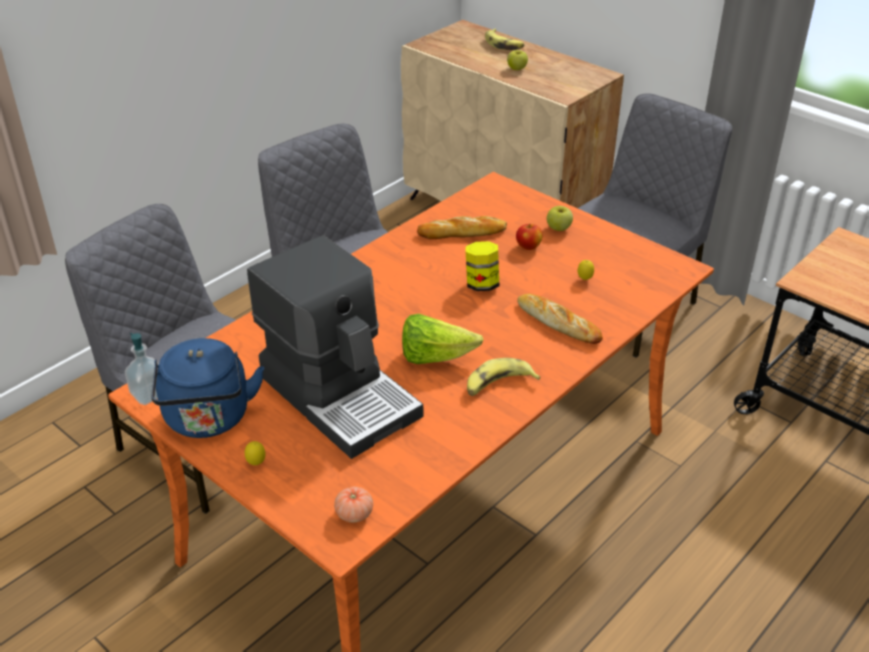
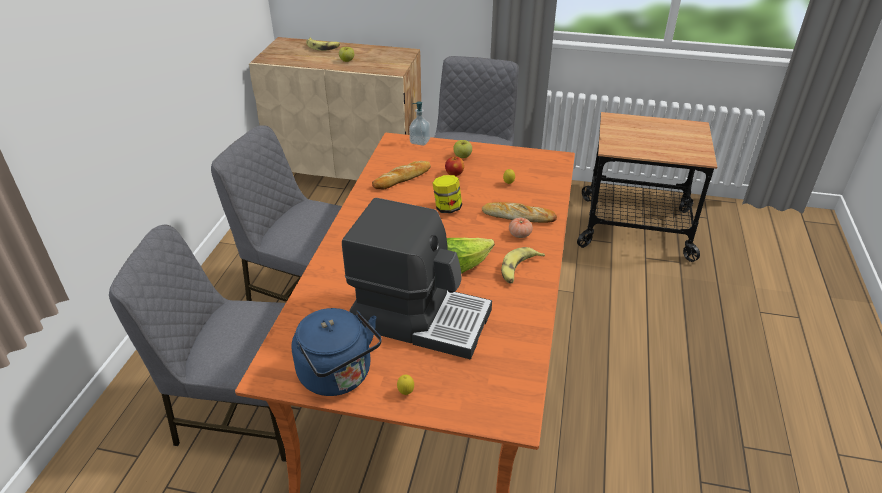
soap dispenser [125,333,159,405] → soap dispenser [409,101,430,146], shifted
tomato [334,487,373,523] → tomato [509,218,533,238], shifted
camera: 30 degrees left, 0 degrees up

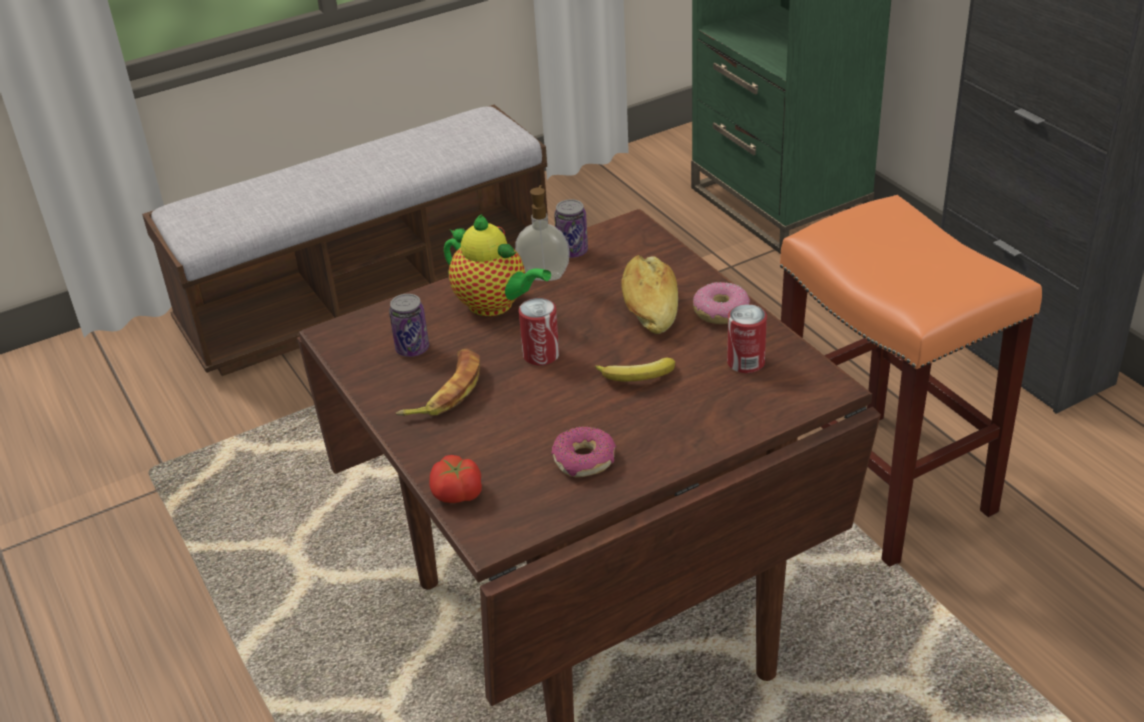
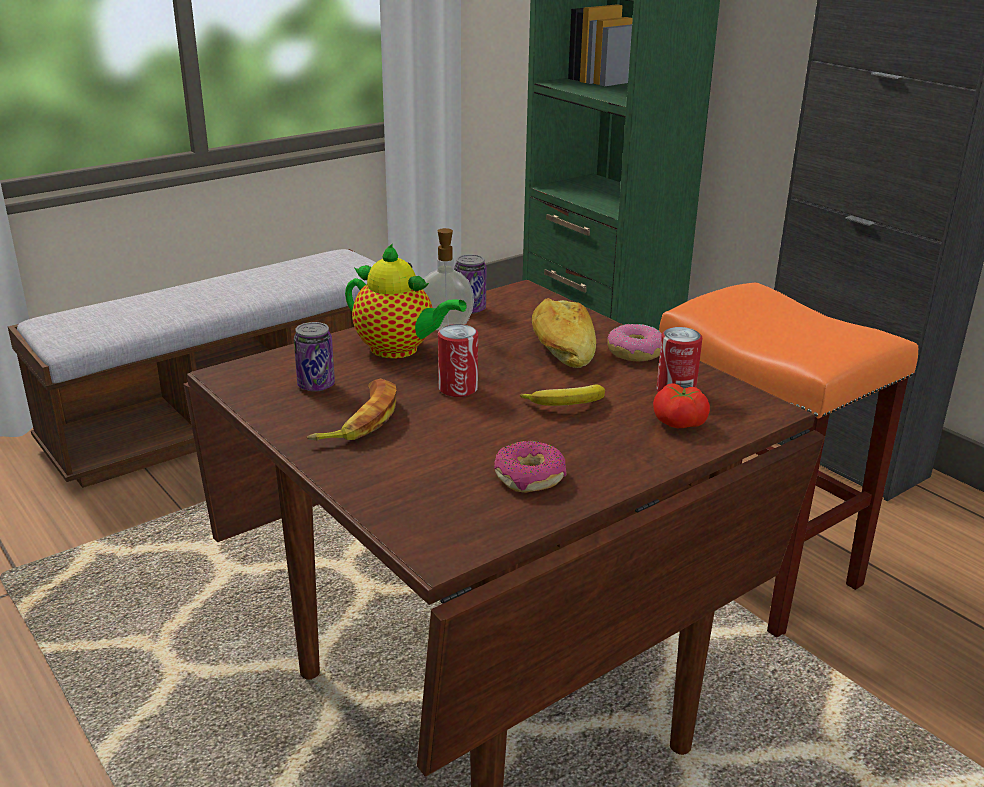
tomato [430,455,482,503] → tomato [653,383,710,428], shifted
camera: 10 degrees left, 10 degrees down

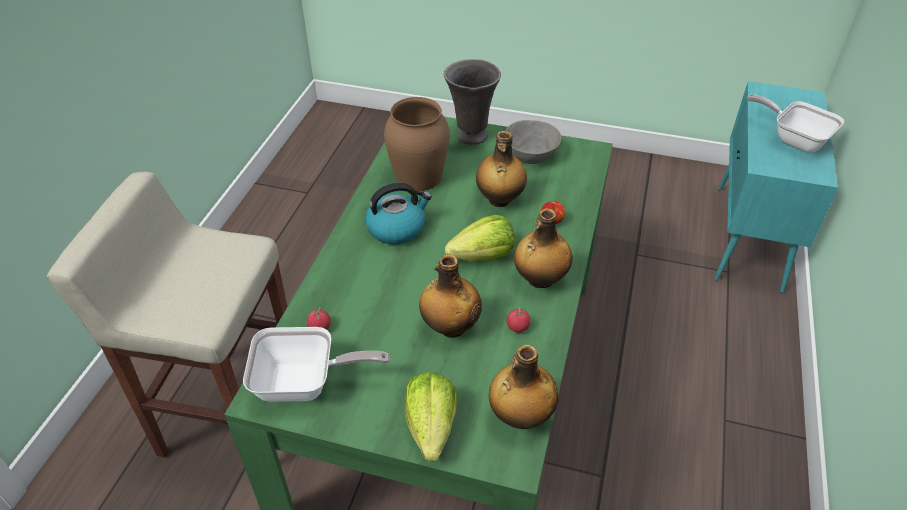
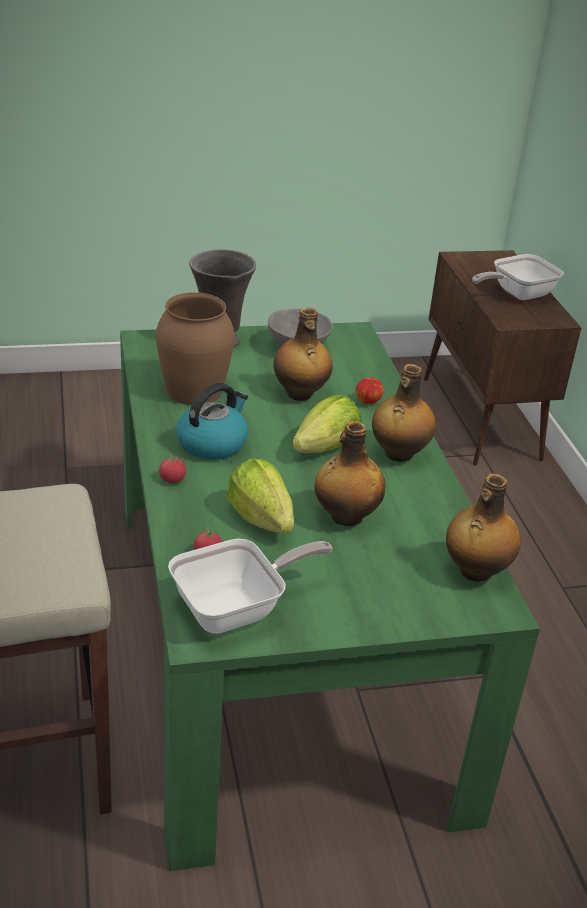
lettuce [405,372,457,461] → lettuce [226,458,294,533], shifted
tomato [507,305,531,332] → tomato [159,453,186,483], shifted
cabinet (turquoise) [714,82,838,293] → cabinet (brown) [424,250,581,465]
frying pan [747,94,844,152] → frying pan [472,254,564,300], 45 degrees counterclockwise
camera: 30 degrees left, 10 degrees down

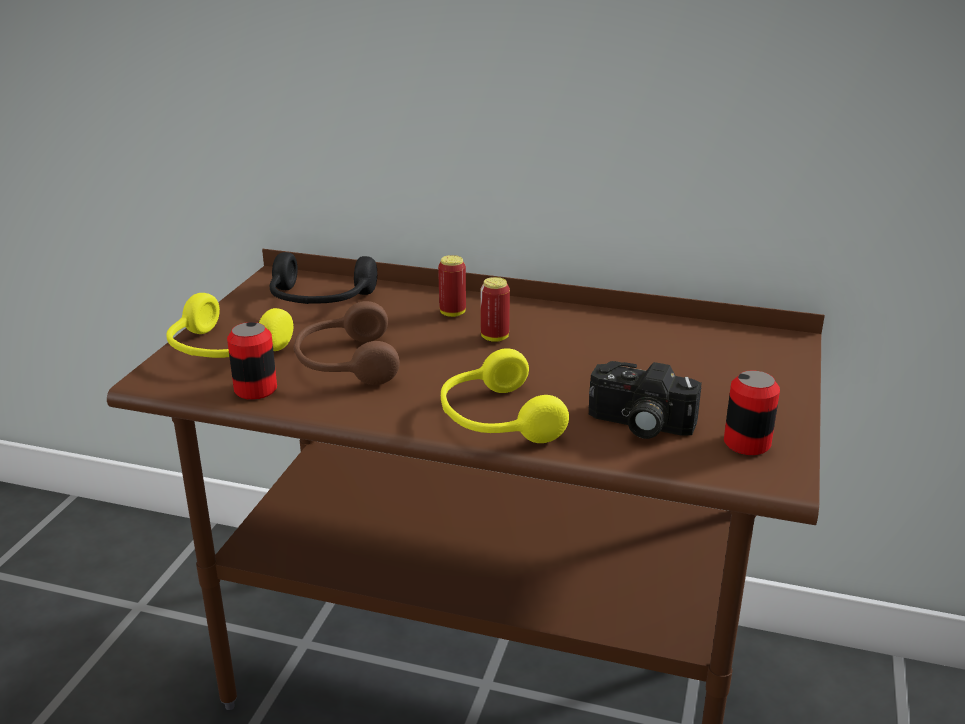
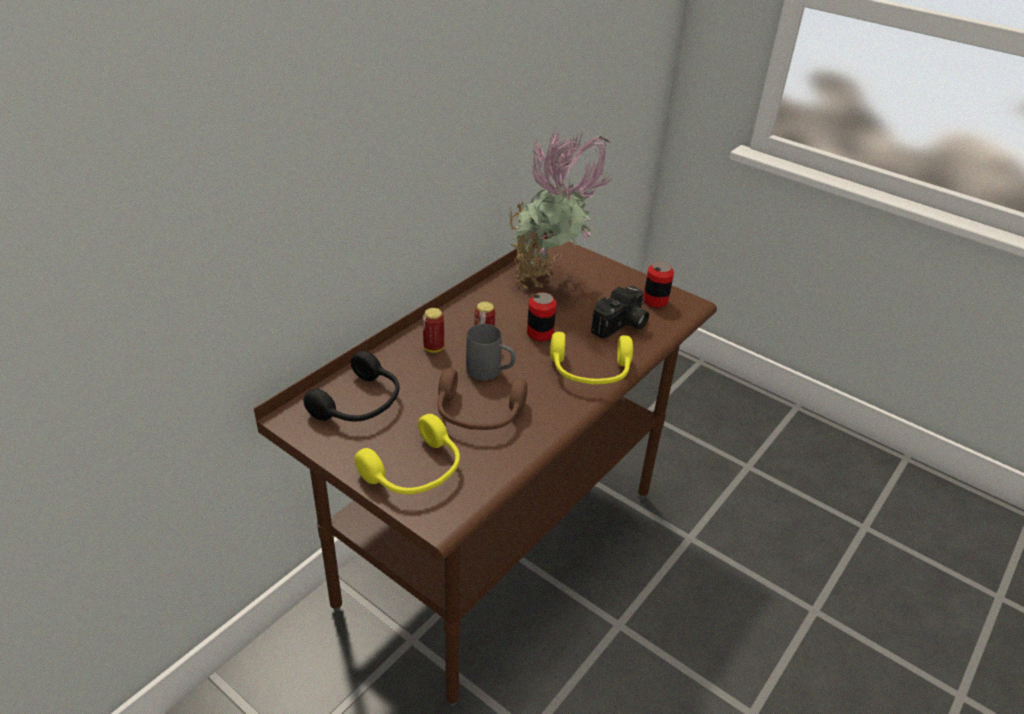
can [227,322,277,400] → can [527,292,557,341], shifted
- → mug (grey) [466,324,516,381]
- → potted plant [507,129,616,289]
camera: 70 degrees left, 10 degrees up

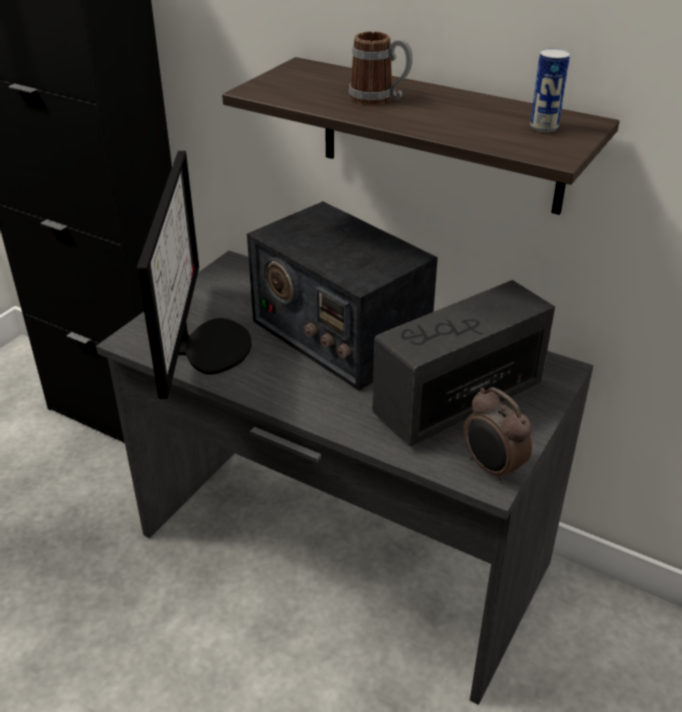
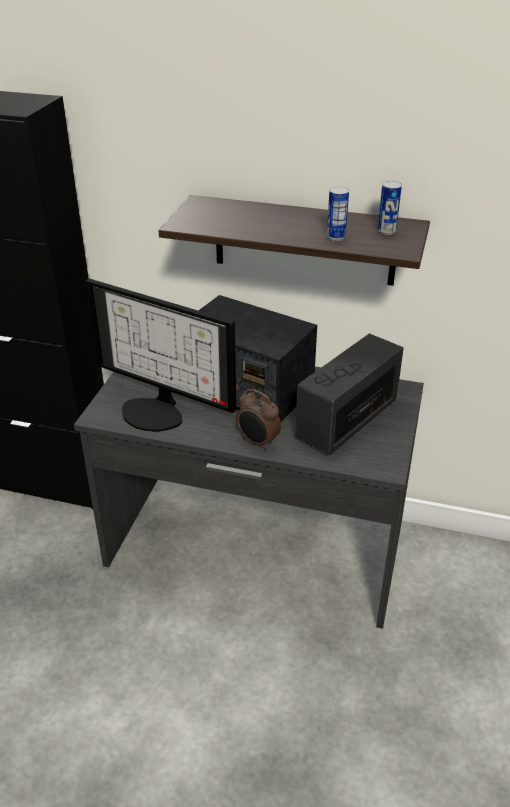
monitor [137,151,252,399] → monitor [85,279,236,432], 135 degrees clockwise
mug [349,31,413,105] → -
alarm clock [463,387,532,484] → alarm clock [236,389,281,450], shifted
- → can [327,186,349,241]
camera: 15 degrees left, 0 degrees up

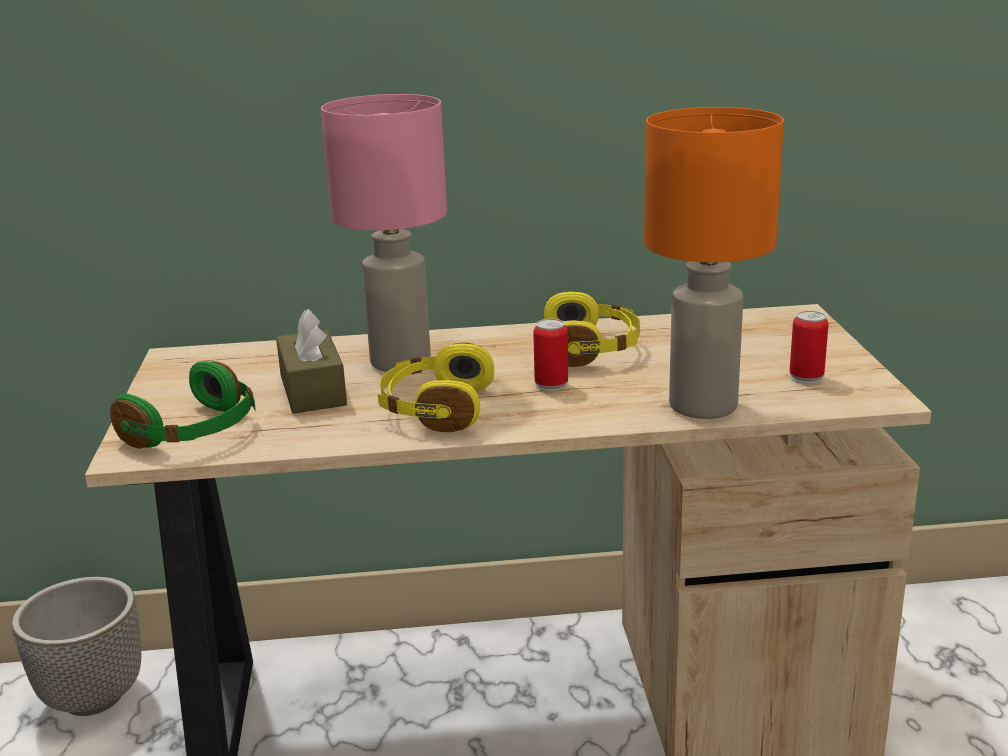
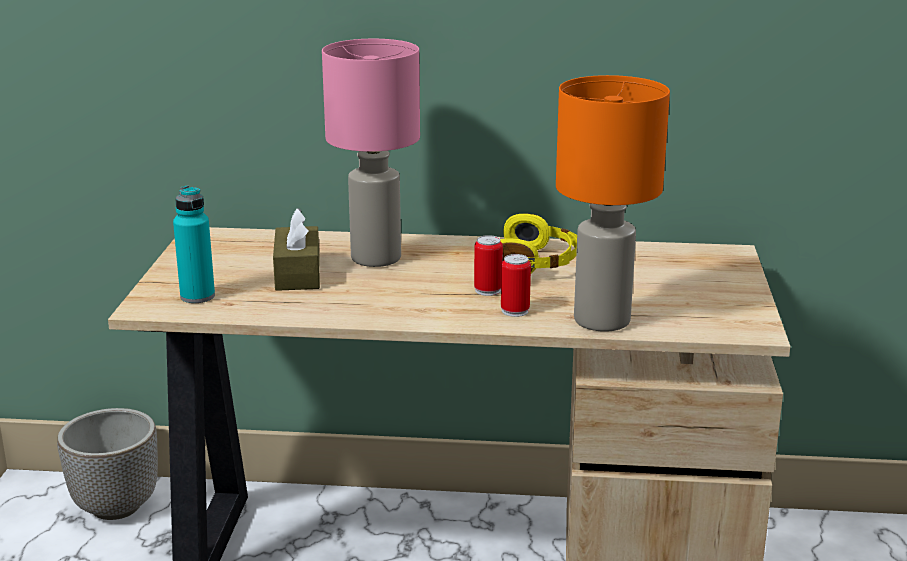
headphones (green) [110,361,256,448] → bottle (turquoise) [173,186,215,303]
headphones (yellow) [378,343,494,432] → -
can [790,311,829,384] → can [501,254,531,317], shifted
camera: 10 degrees right, 0 degrees up

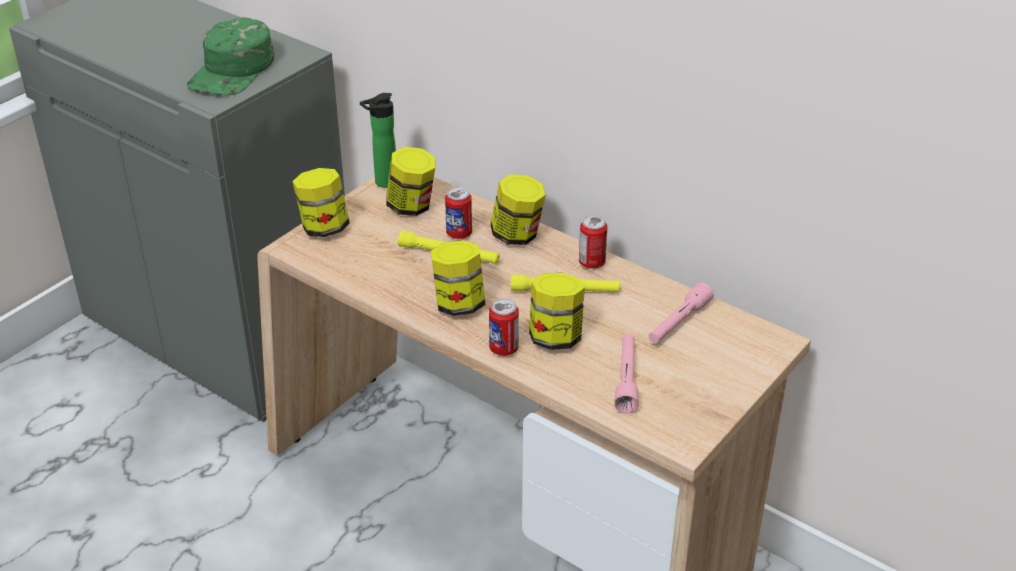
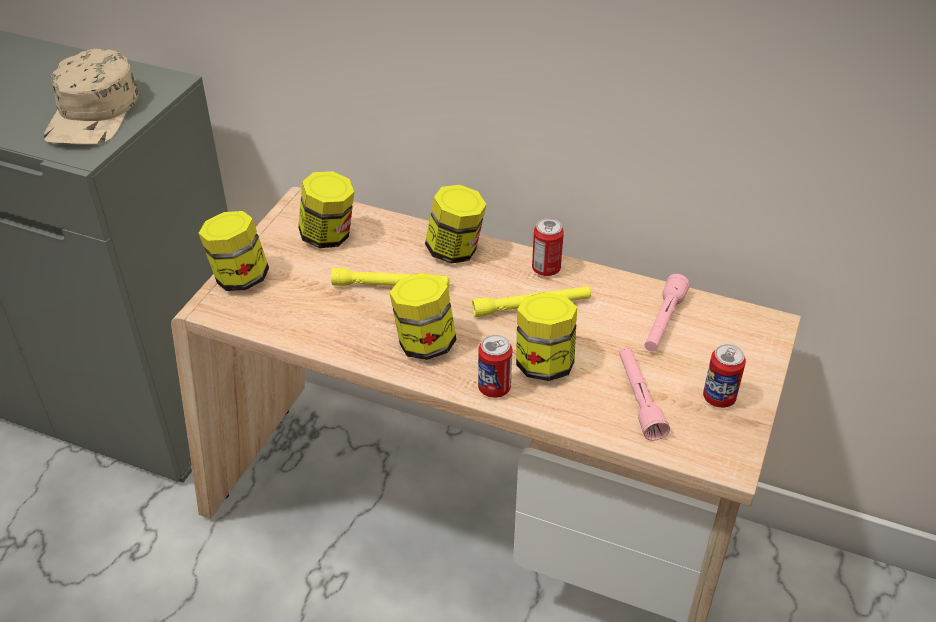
cap (green) [187,17,274,96] → cap (beige) [44,49,138,145]
bottle [360,93,396,188] → -
can [445,187,472,239] → can [703,344,746,408], shifted
camera: 15 degrees left, 5 degrees up

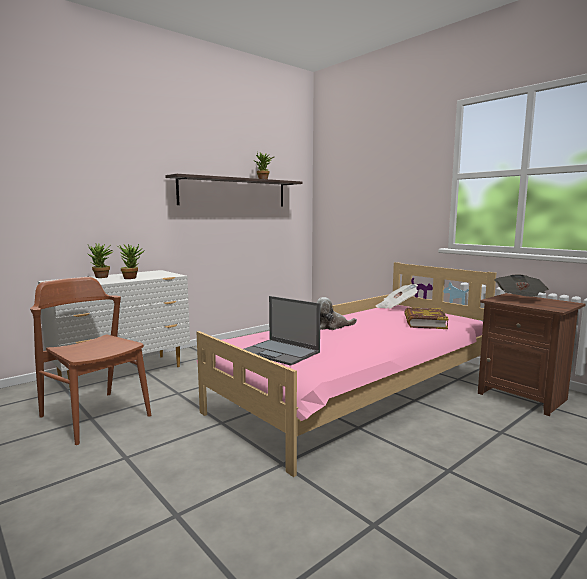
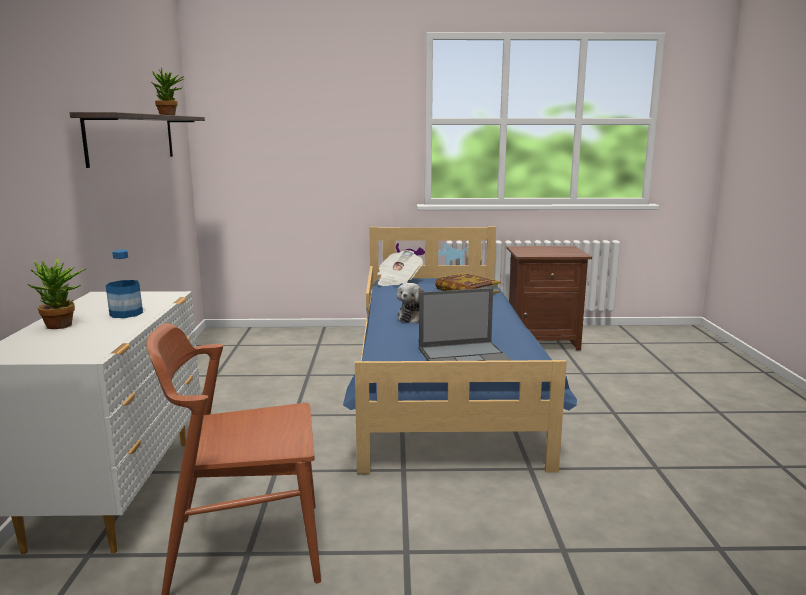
potted plant [120,244,145,279] → bottle [106,250,143,318]
bed (pink) [196,262,496,477] → bed (blue) [343,227,577,474]
newspaper [494,275,549,297] → -
camera: 50 degrees left, 5 degrees up

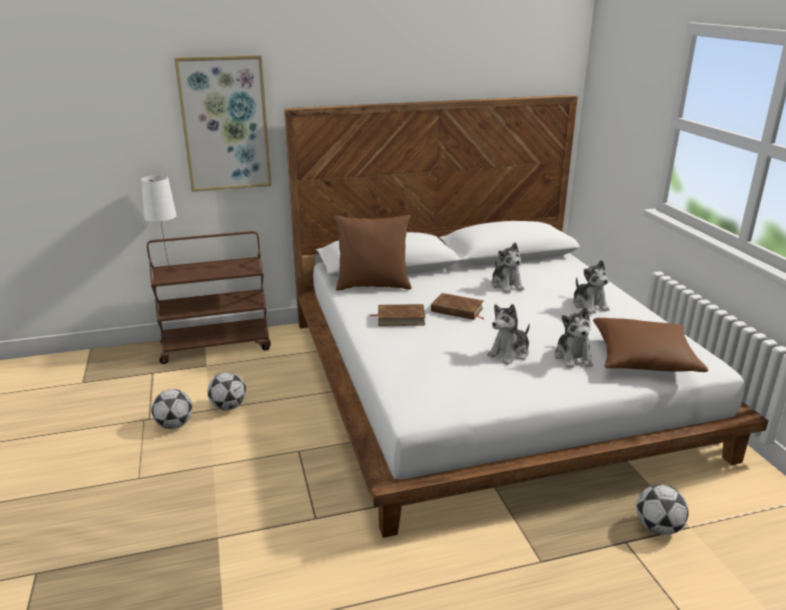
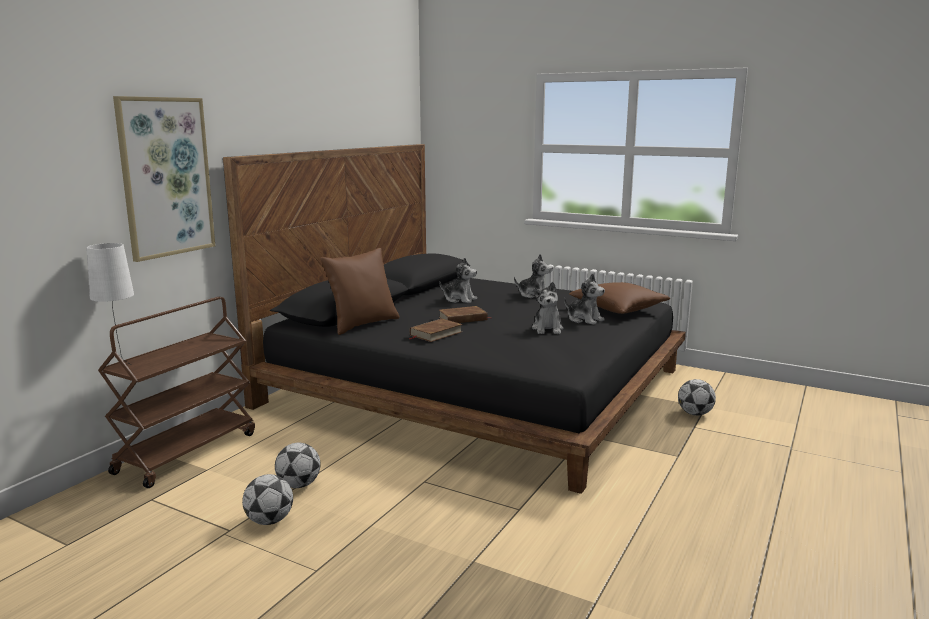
bed (white) [284,95,768,538] → bed (black) [223,144,686,494]
camera: 45 degrees left, 10 degrees down

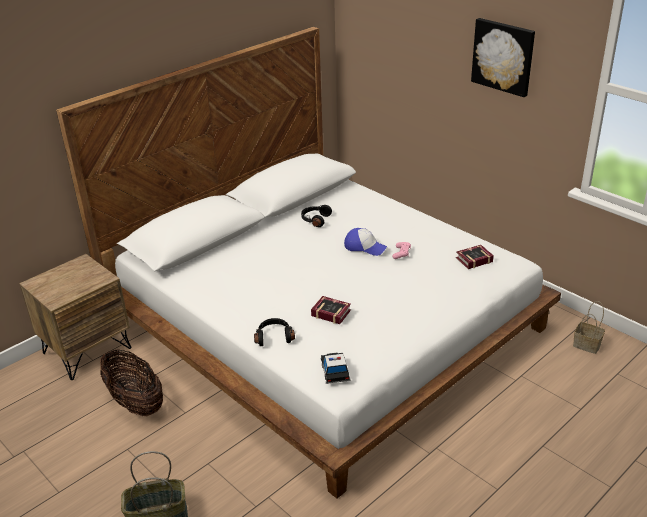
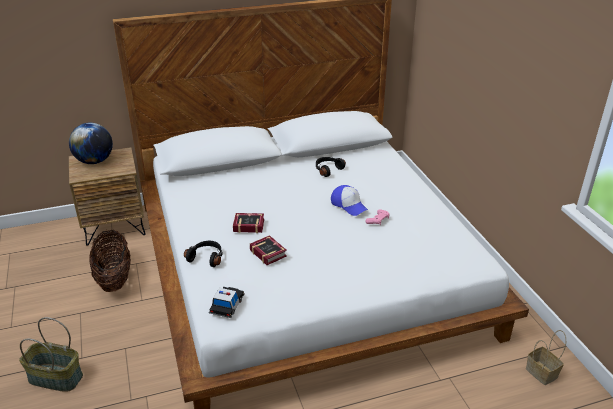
book [456,245,494,269] → book [233,213,264,233], shifted
picture [471,18,535,97] → -
- → globe [69,123,113,164]
camera: 25 degrees right, 0 degrees up

